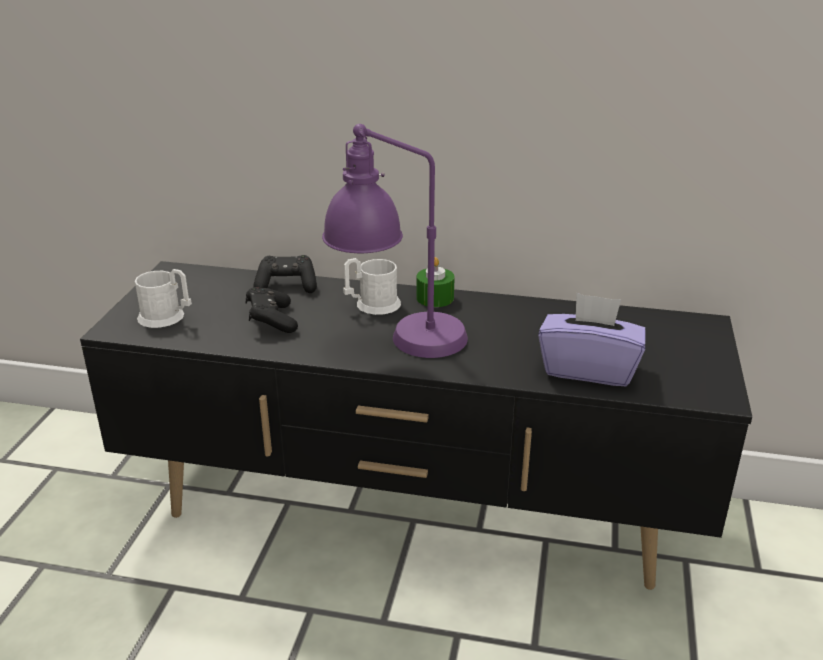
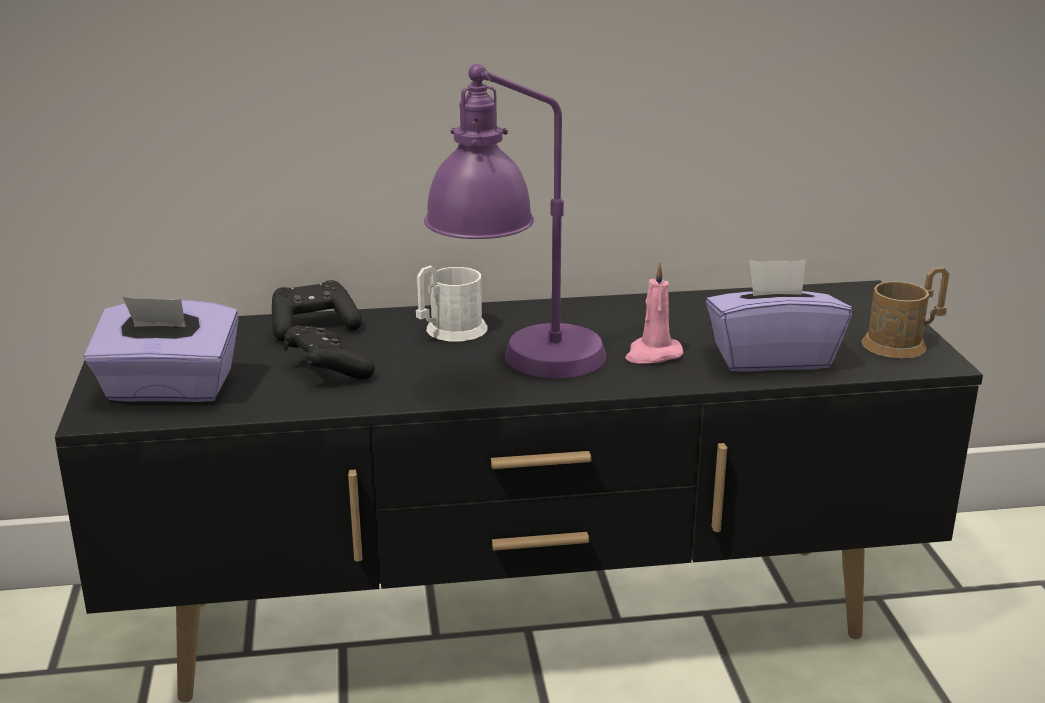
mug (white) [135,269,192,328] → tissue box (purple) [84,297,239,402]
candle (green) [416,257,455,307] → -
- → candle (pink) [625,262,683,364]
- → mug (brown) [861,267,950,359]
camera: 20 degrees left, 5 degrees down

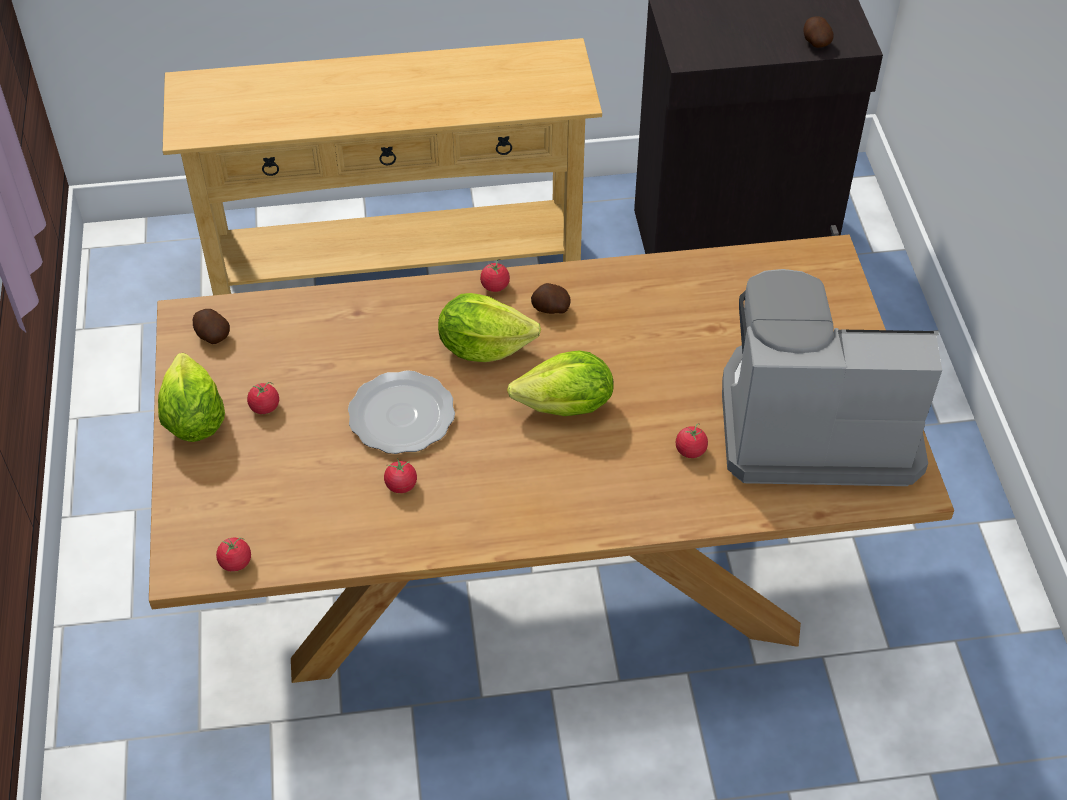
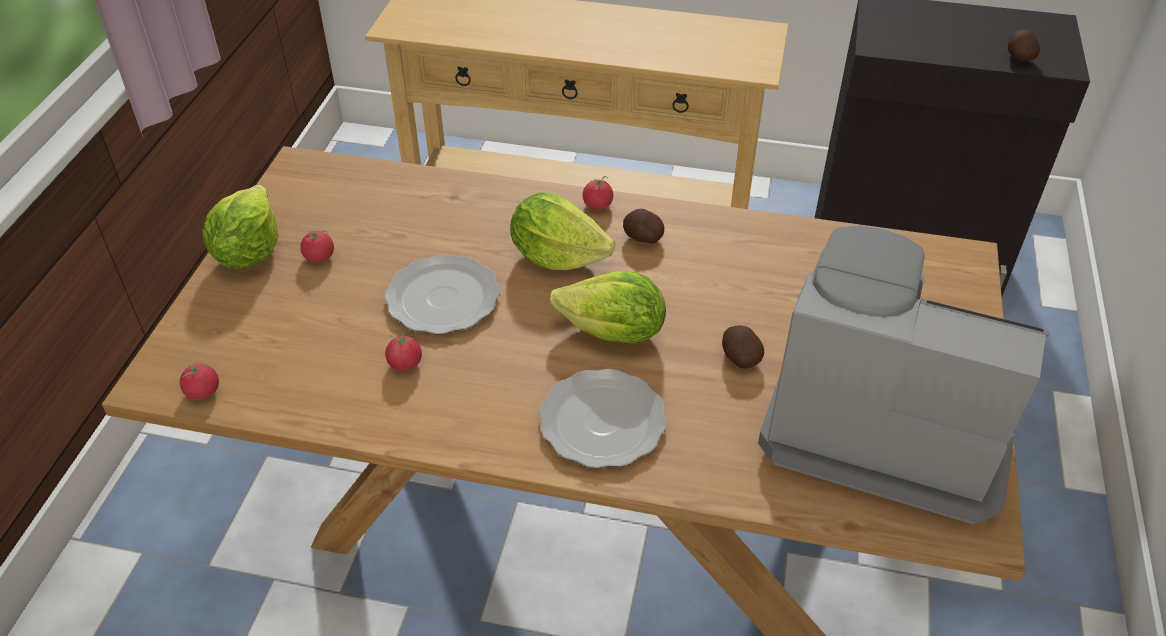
potato [193,309,230,344] → potato [722,326,764,369], shifted
tomato [676,423,708,458] → -
- → plate [539,369,667,469]
camera: 20 degrees right, 5 degrees down

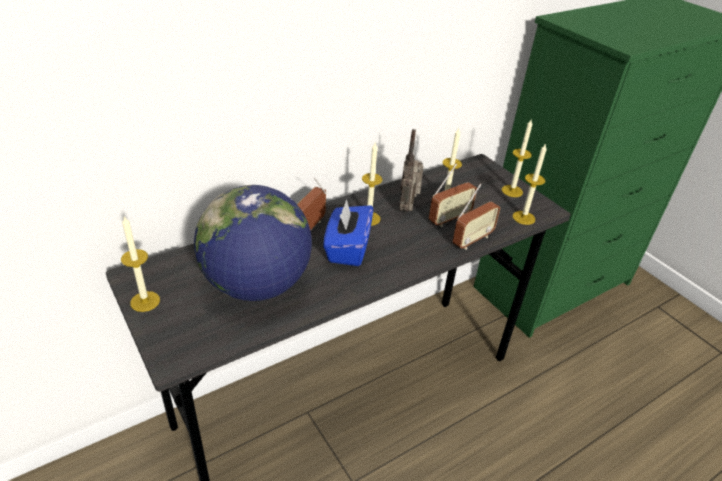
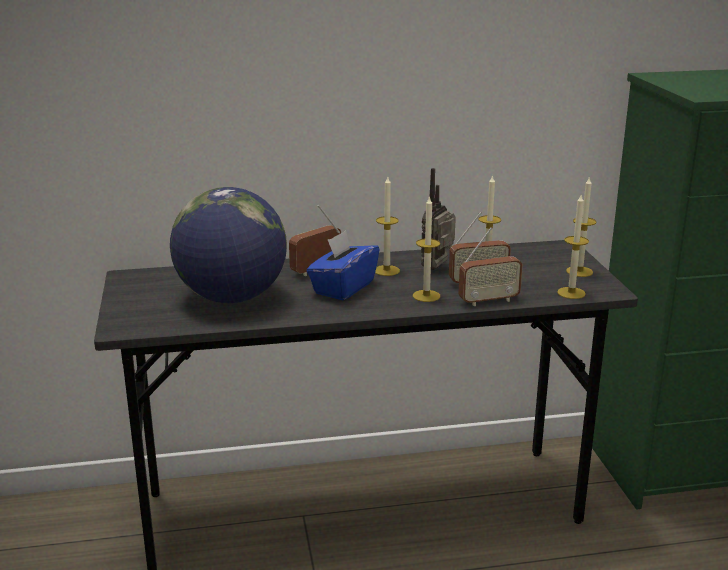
candle [121,216,160,312] → candle [413,196,440,302], shifted
camera: 25 degrees right, 15 degrees down

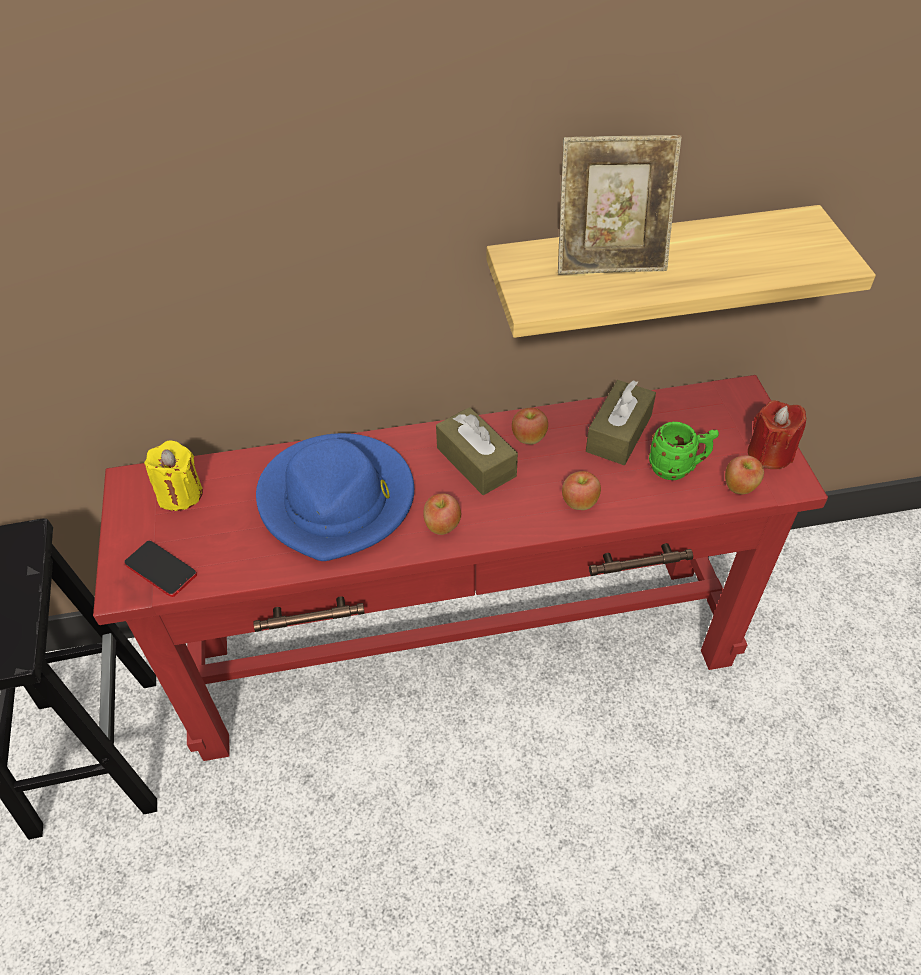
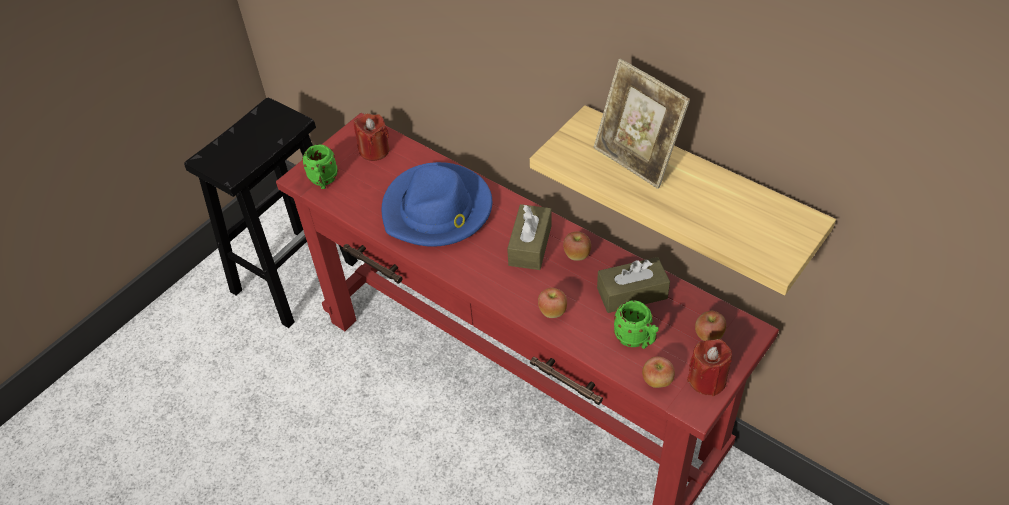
phone [124,541,197,597] → mug (green) [302,144,338,189]
candle (yellow) [144,440,203,511] → candle (red) [354,114,390,161]
apple [423,494,461,535] → apple [695,311,726,341], shifted
camera: 50 degrees right, 0 degrees up

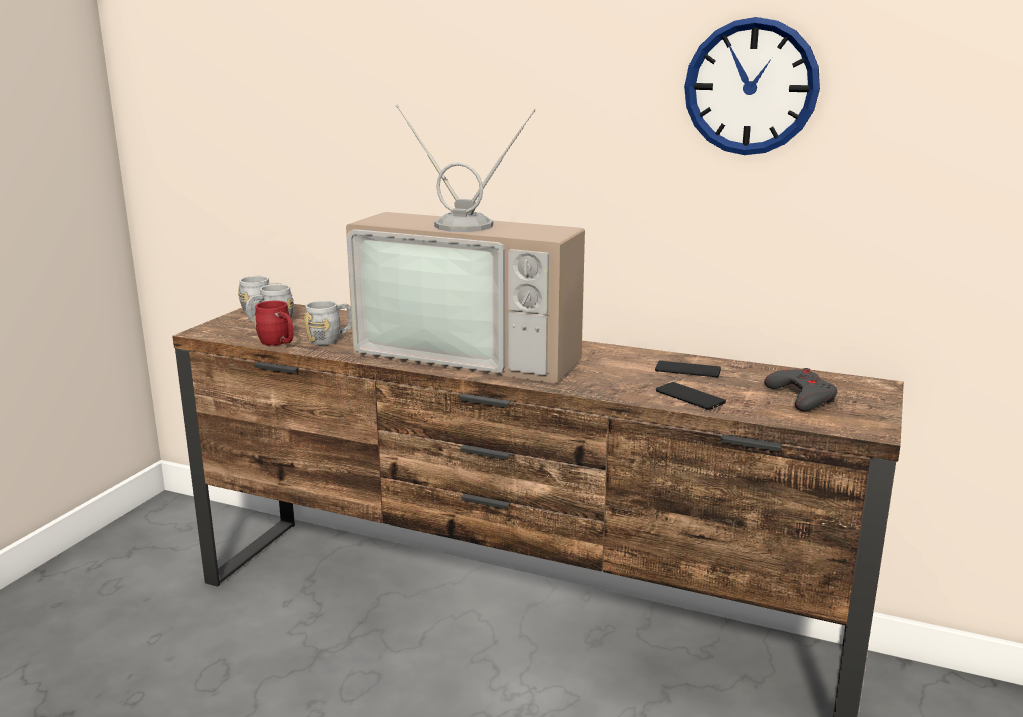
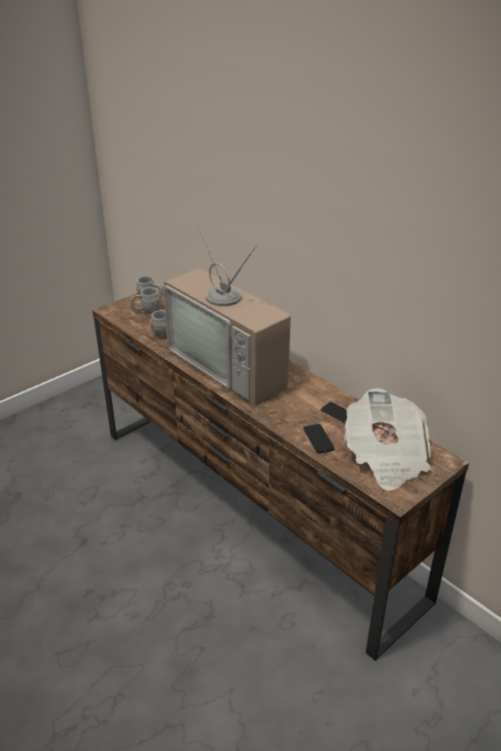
mug (red) [254,301,293,346] → -
wall clock [684,17,820,155] → -
game controller (grey) [764,368,837,411] → newspaper [344,388,431,491]
camera: 25 degrees right, 15 degrees up

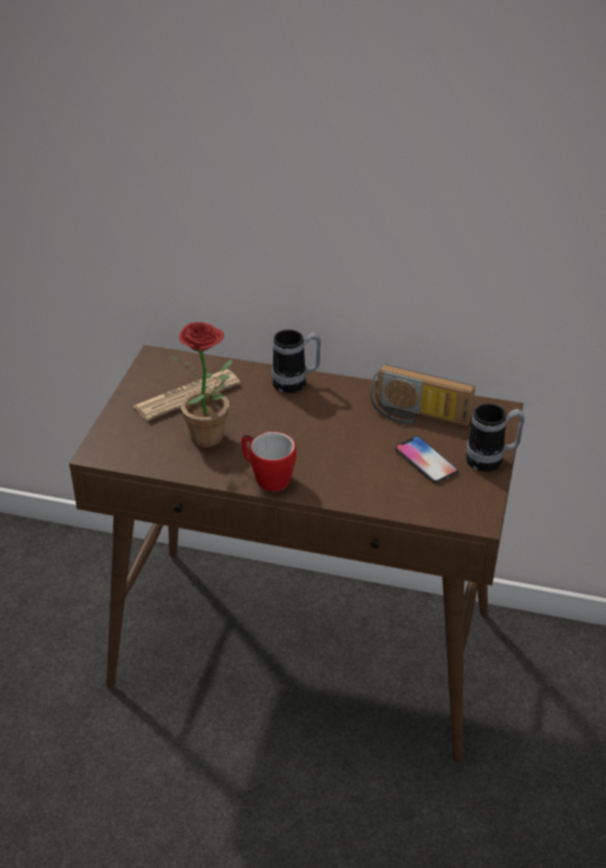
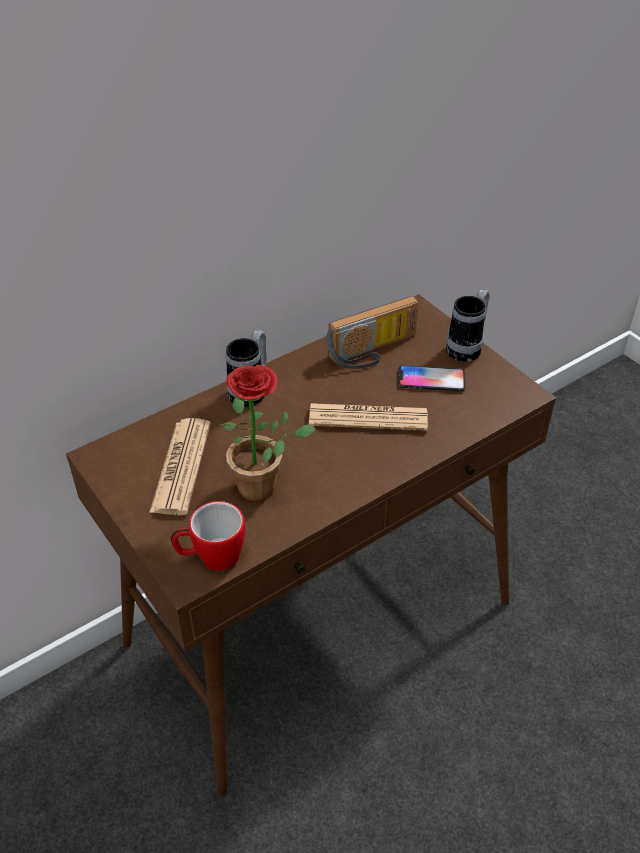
mug [241,431,296,491] → mug [171,501,245,571], shifted
- → newspaper [309,403,428,431]
camera: 50 degrees left, 5 degrees up

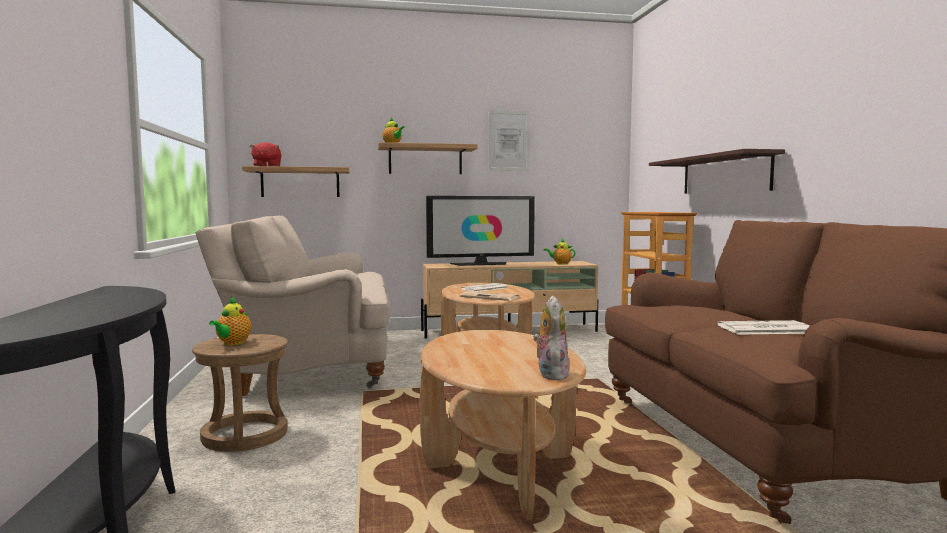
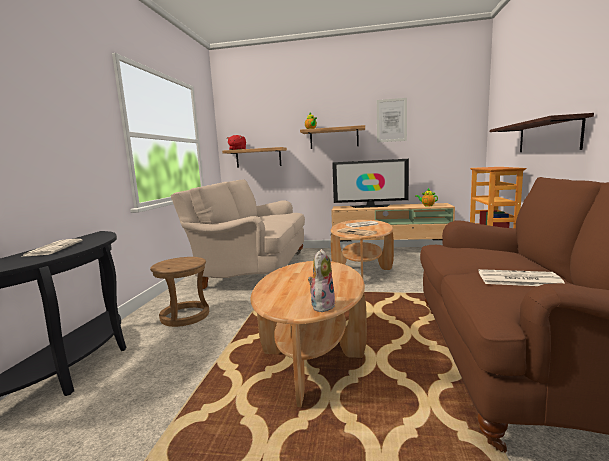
teapot [209,296,252,345] → -
- → newspaper [21,239,83,257]
camera: 20 degrees right, 5 degrees up

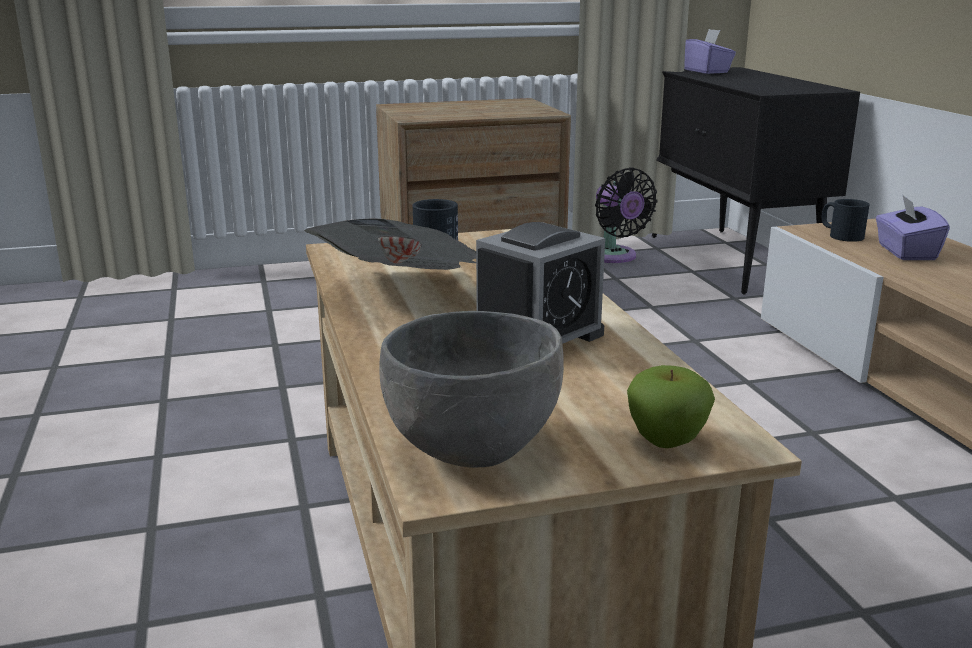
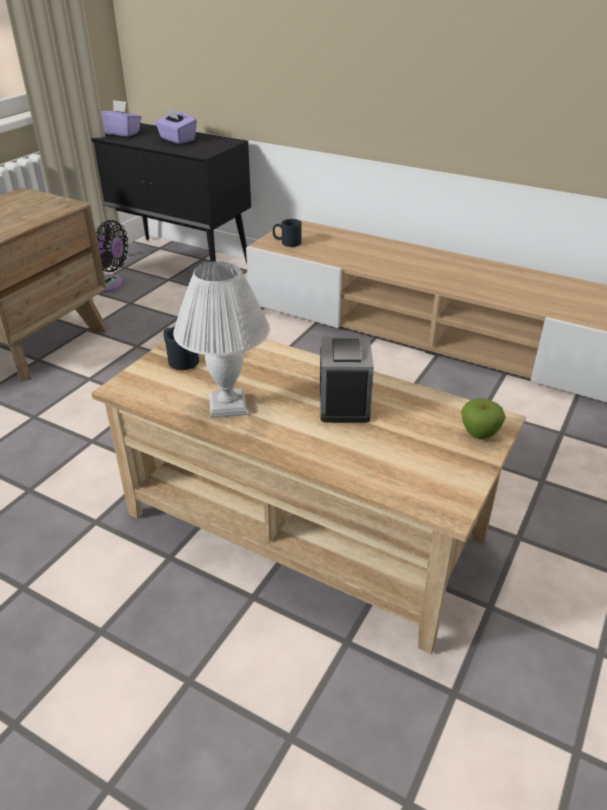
newspaper [304,219,476,270] → table lamp (white) [173,261,270,418]
bowl (grey) [380,311,564,468] → -
tissue box (purple) [876,194,950,260] → tissue box (purple) [155,107,197,144], shifted
camera: 45 degrees left, 15 degrees up

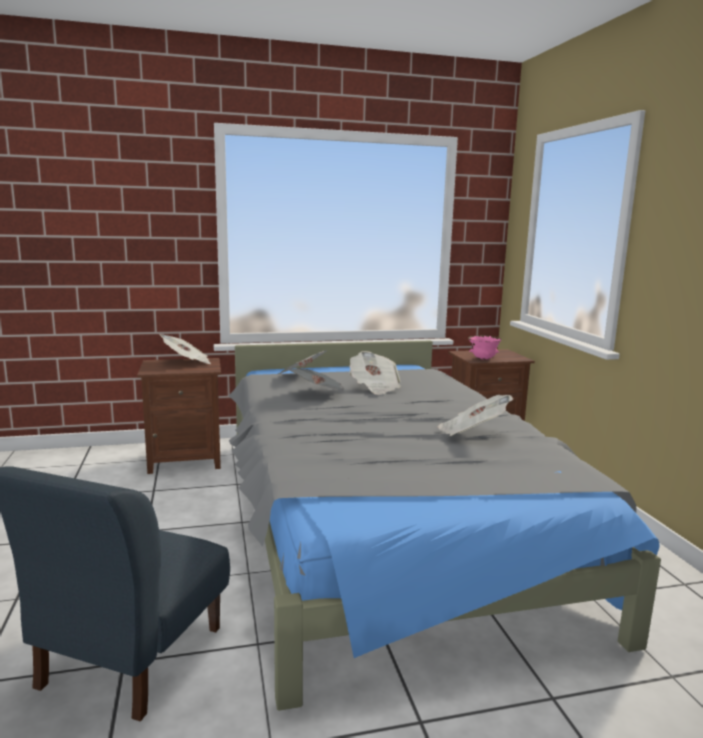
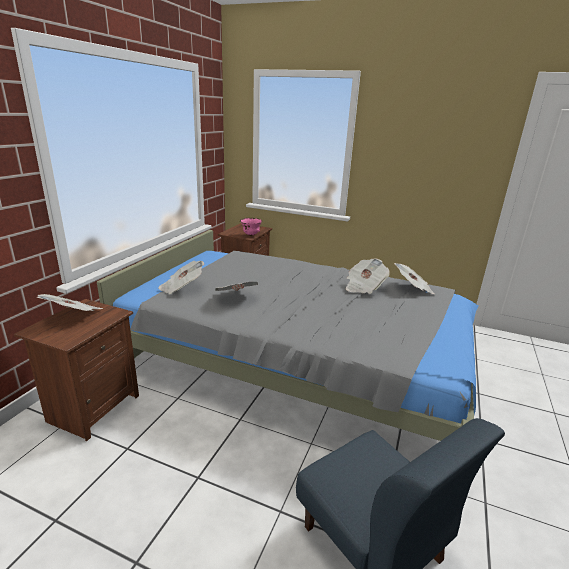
newspaper [350,351,401,395] → newspaper [394,263,434,294], shifted
camera: 55 degrees left, 10 degrees up

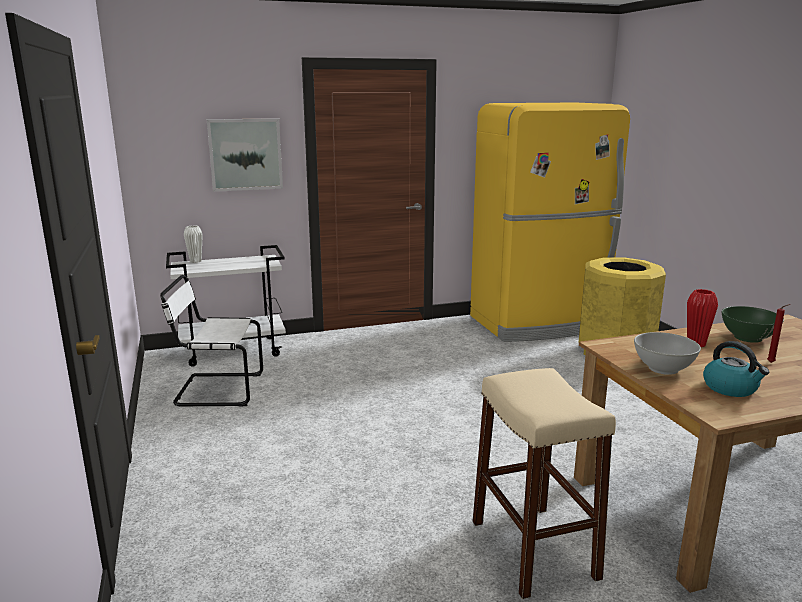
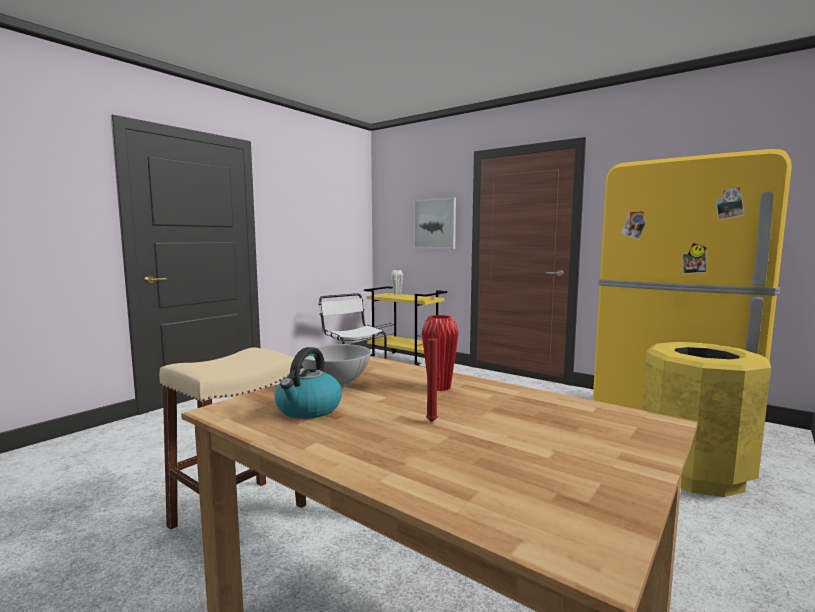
cart (white) [166,245,286,367] → cart (yellow) [364,286,447,366]
bowl (green) [722,306,784,343] → -
camera: 55 degrees right, 10 degrees down

